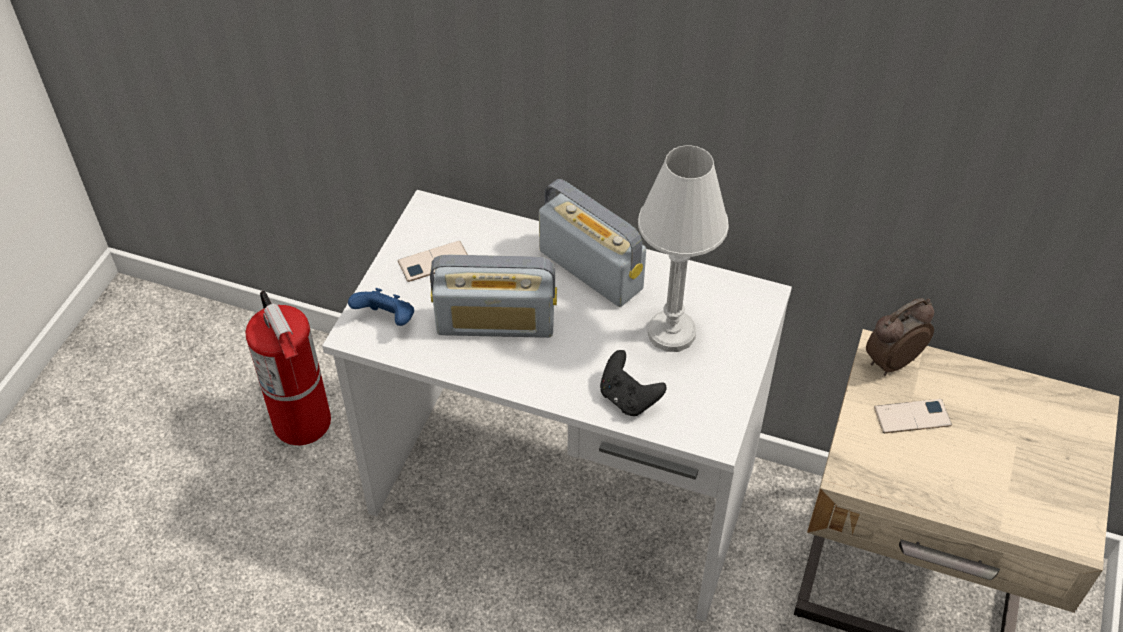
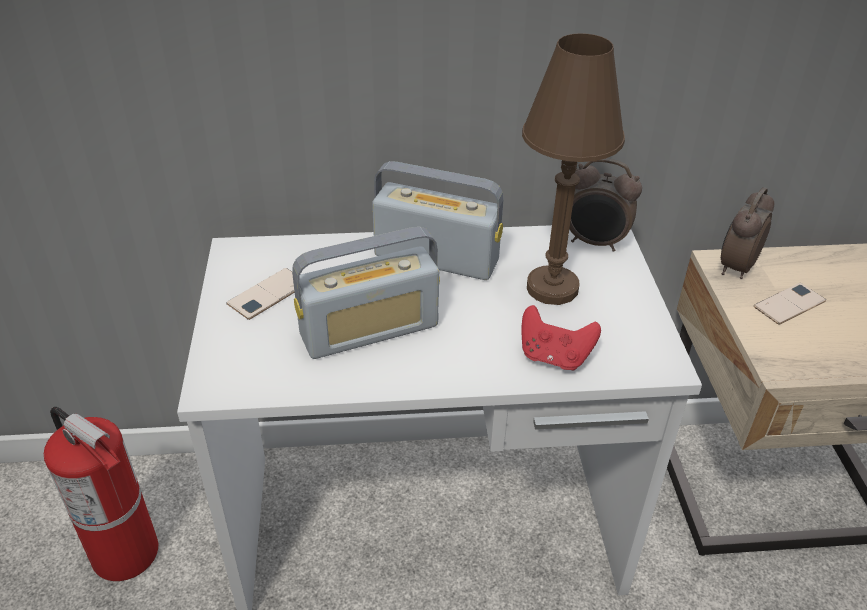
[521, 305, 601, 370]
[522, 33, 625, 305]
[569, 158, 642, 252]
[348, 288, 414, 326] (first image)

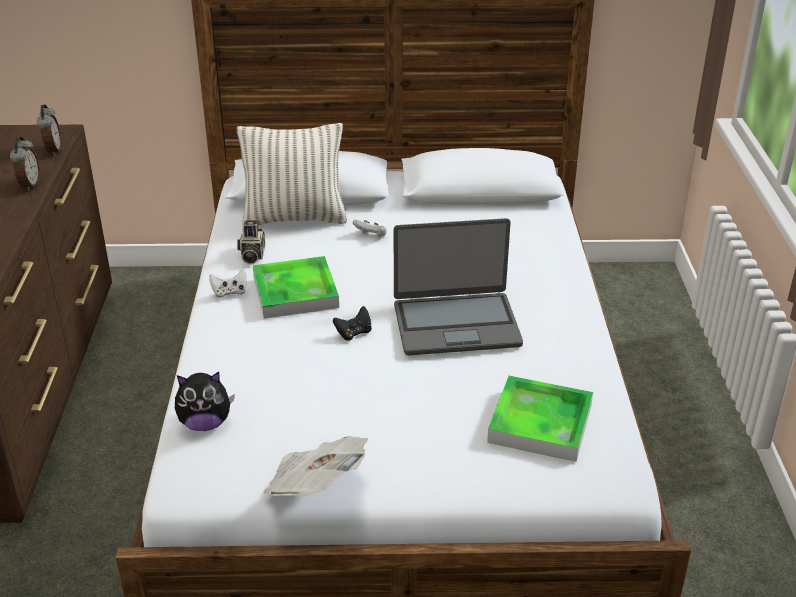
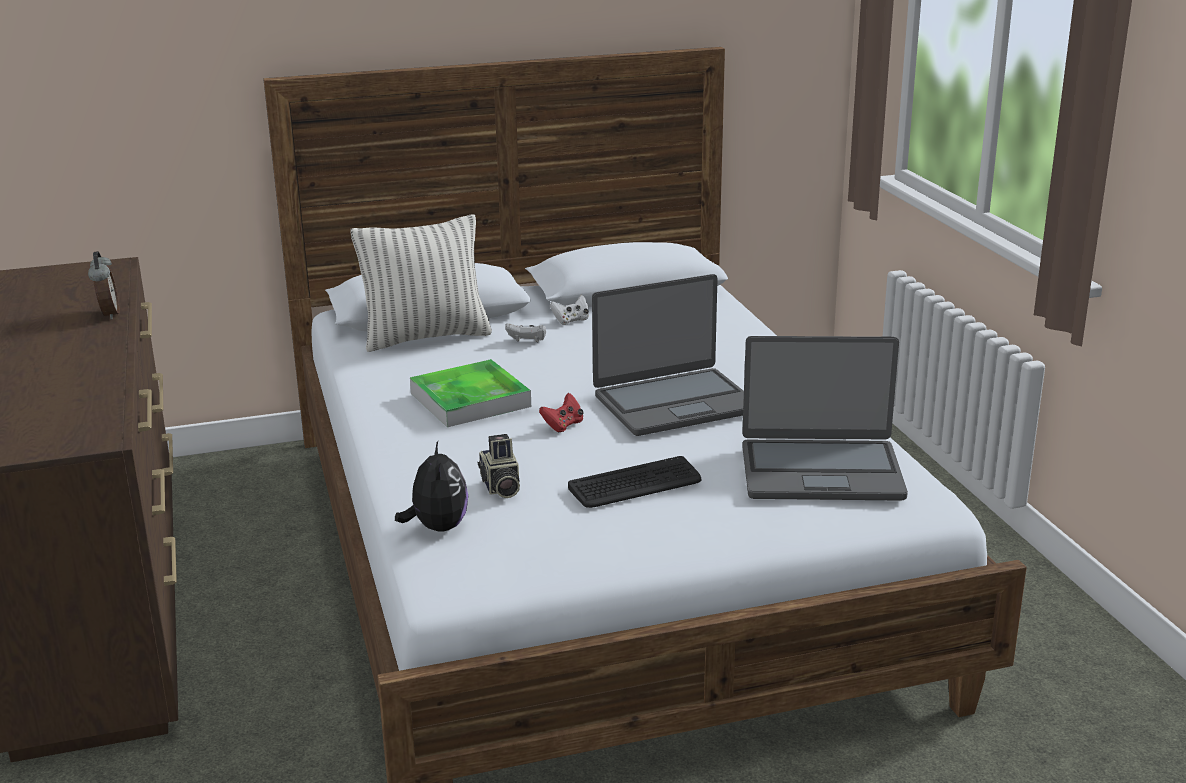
[395, 441, 468, 532]
[478, 434, 520, 498]
[539, 393, 583, 432]
[550, 295, 589, 325]
[568, 456, 702, 508]
[742, 336, 908, 501]
[37, 105, 62, 156] (first image)
[264, 436, 368, 497] (first image)

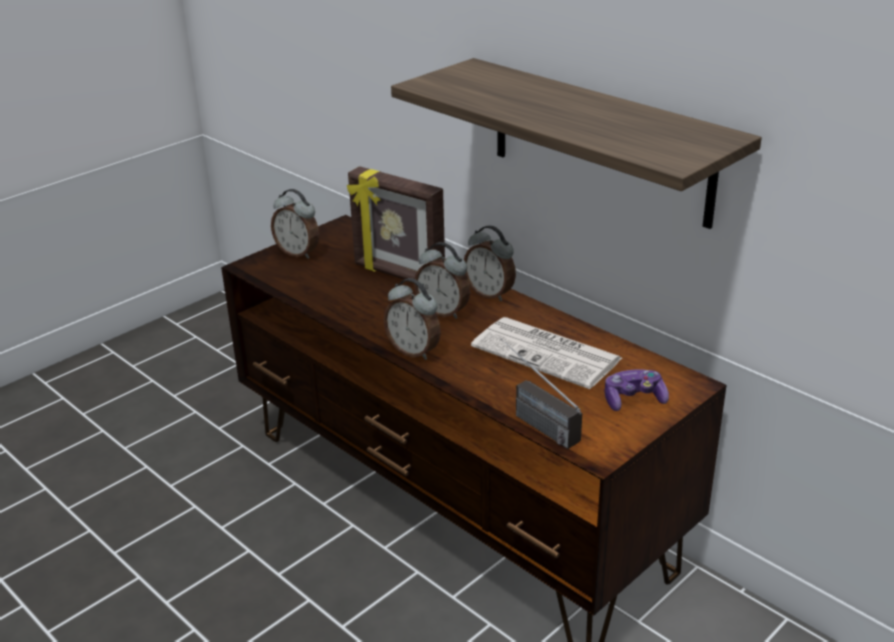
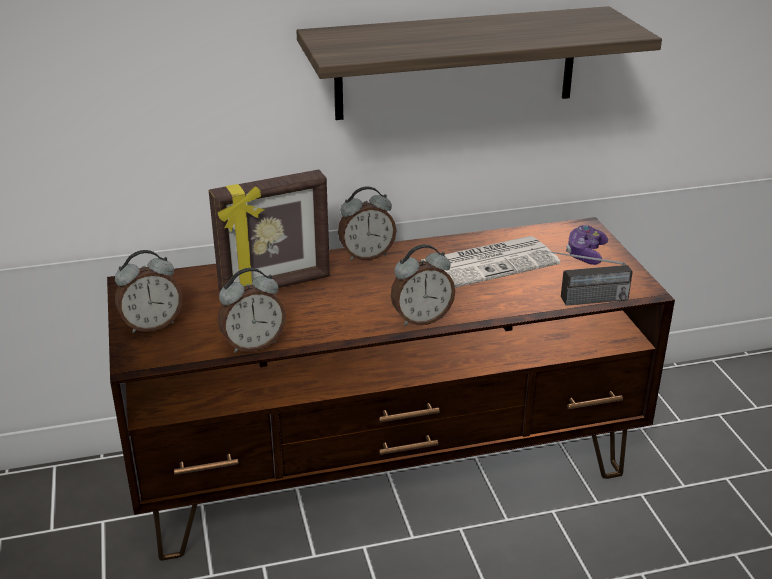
[218, 268, 286, 353]

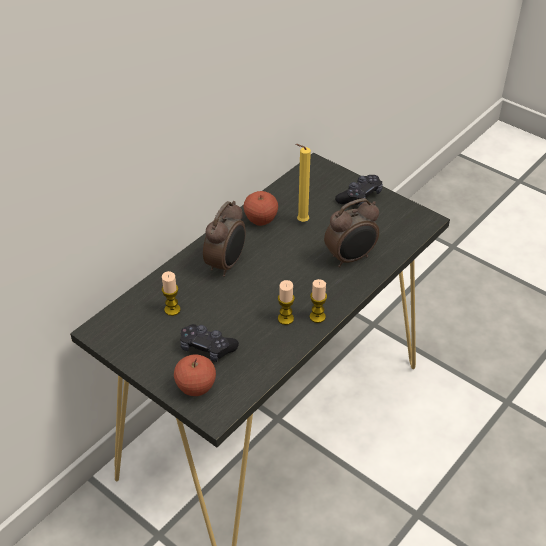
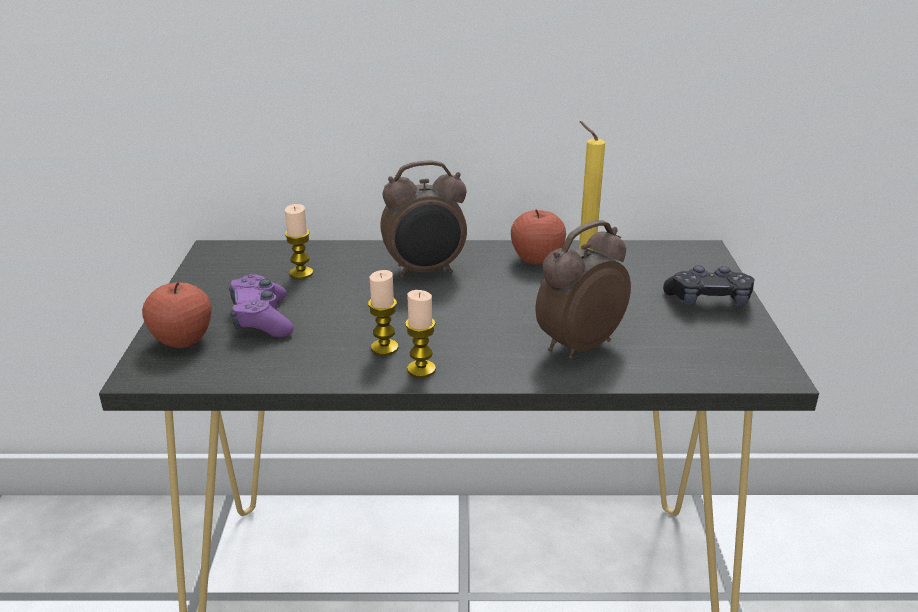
[229, 274, 294, 337]
[535, 220, 631, 359]

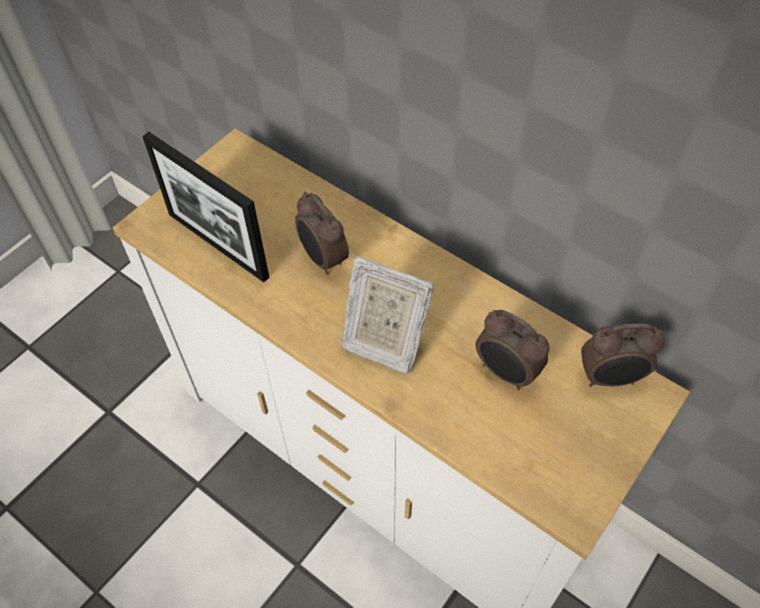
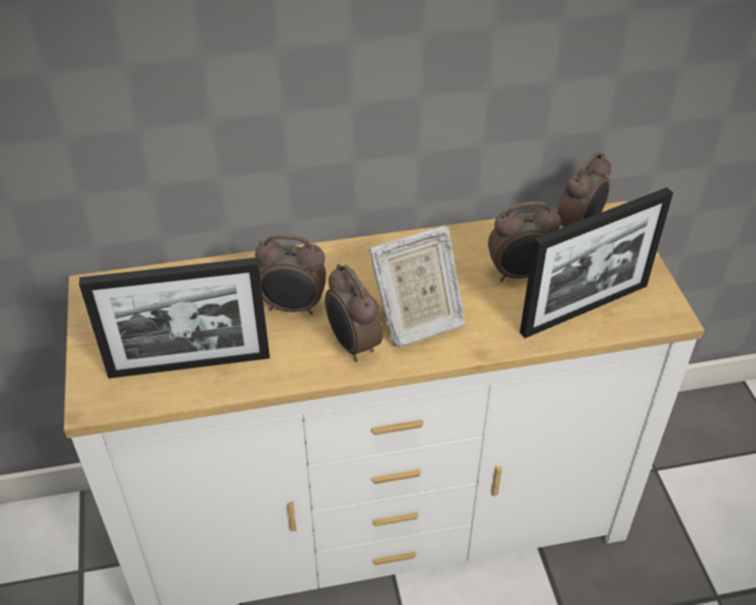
[325, 264, 383, 362]
[520, 187, 673, 338]

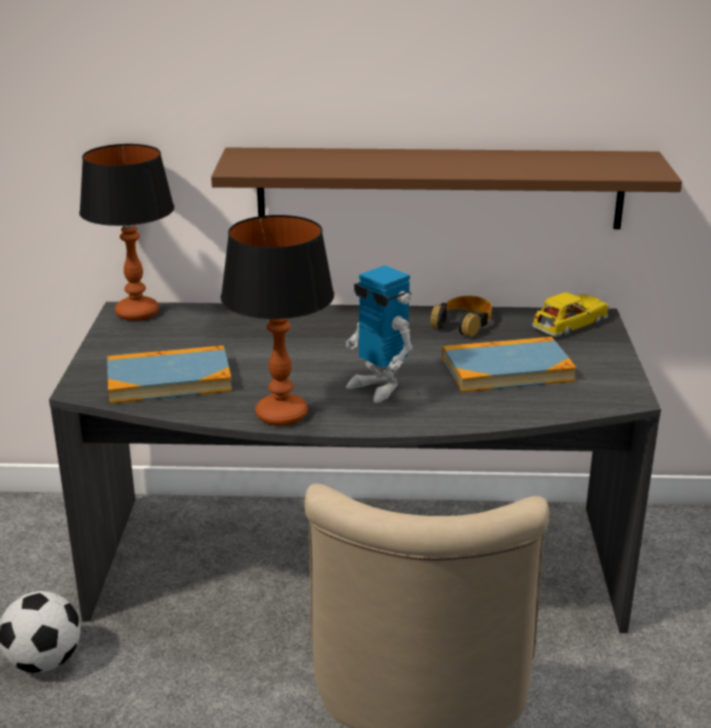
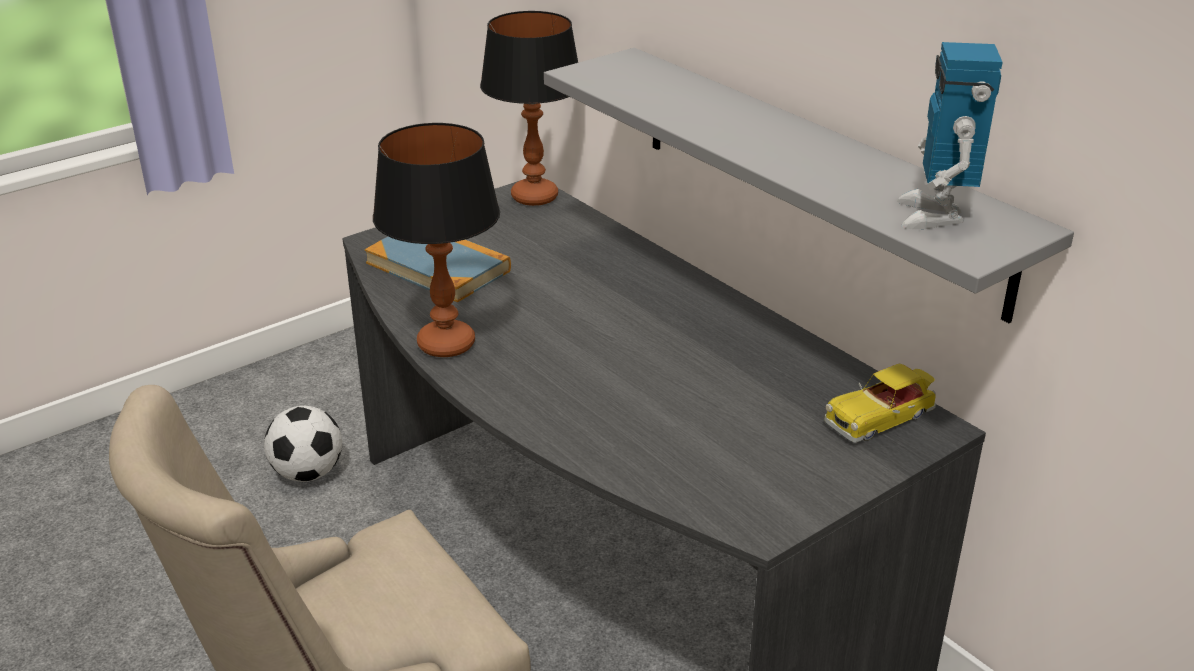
[544, 48, 1074, 323]
[824, 364, 936, 443]
[897, 42, 1003, 229]
[430, 296, 492, 337] (first image)
[442, 337, 577, 392] (first image)

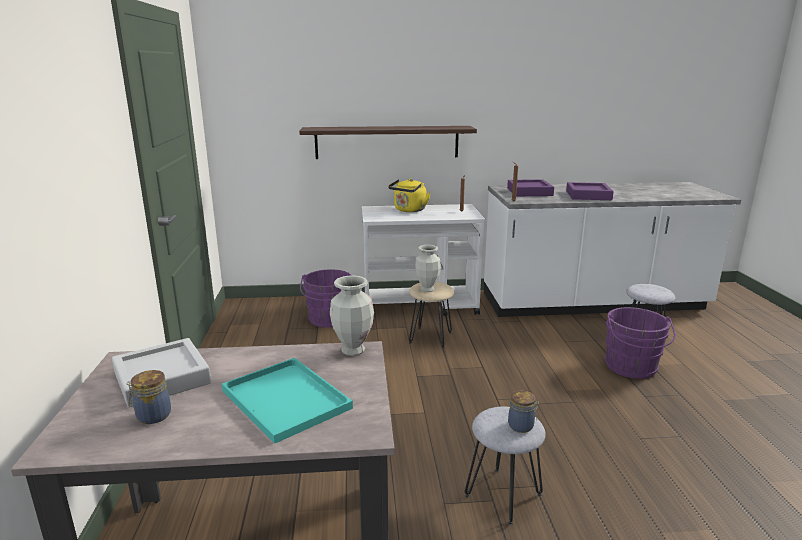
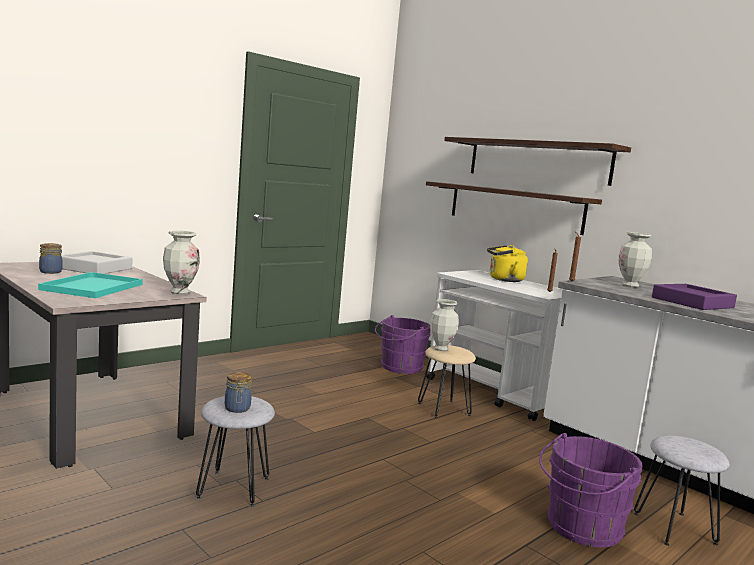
[444, 137, 631, 186]
[619, 232, 652, 287]

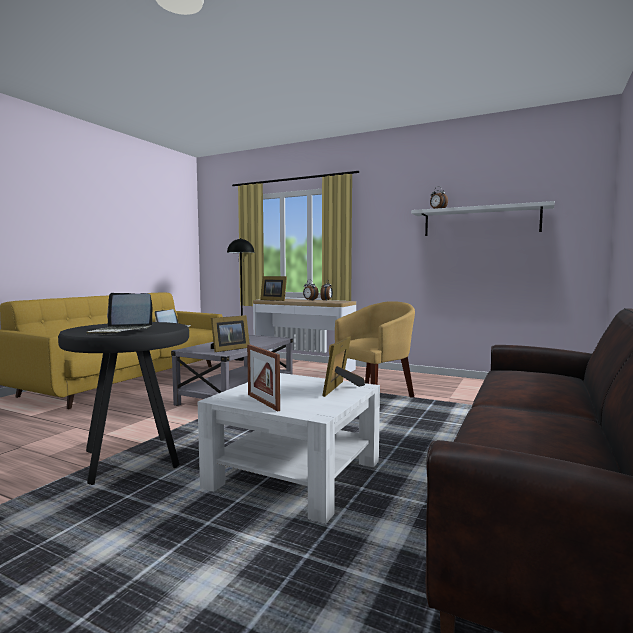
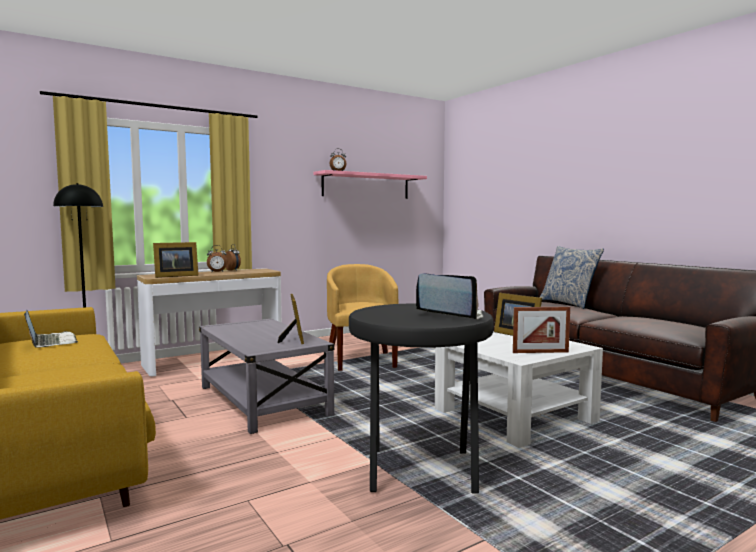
[314, 170, 427, 199]
[416, 274, 483, 320]
[540, 246, 604, 309]

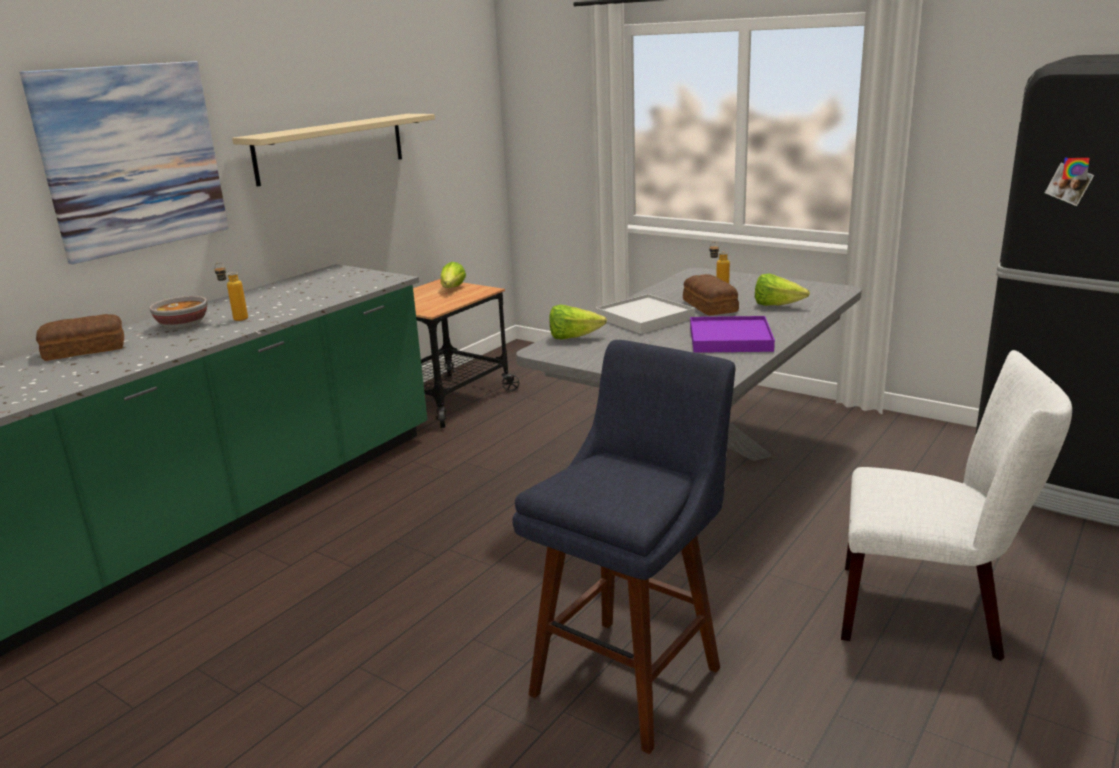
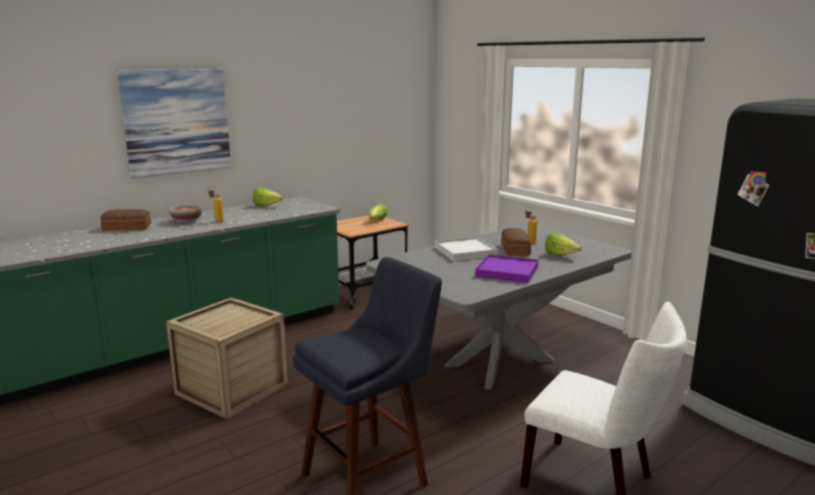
[166, 297, 288, 420]
[253, 187, 283, 206]
[232, 114, 435, 187] (first image)

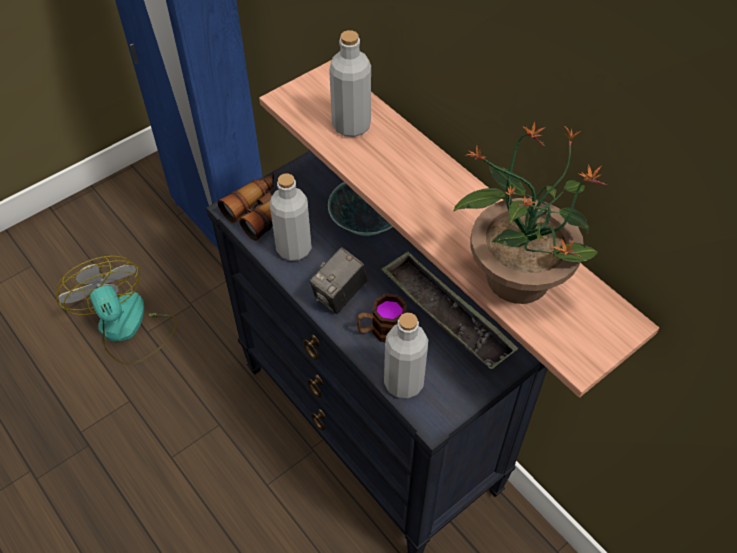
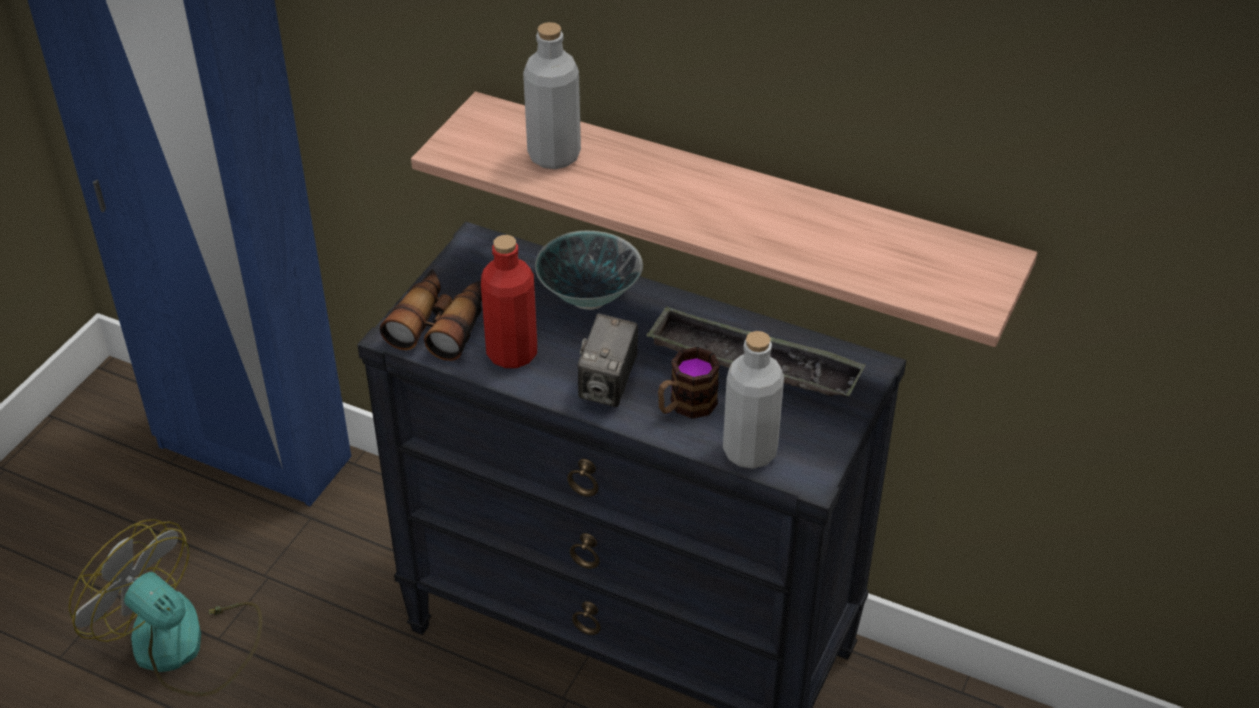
[481, 235, 537, 368]
[453, 121, 609, 304] (first image)

